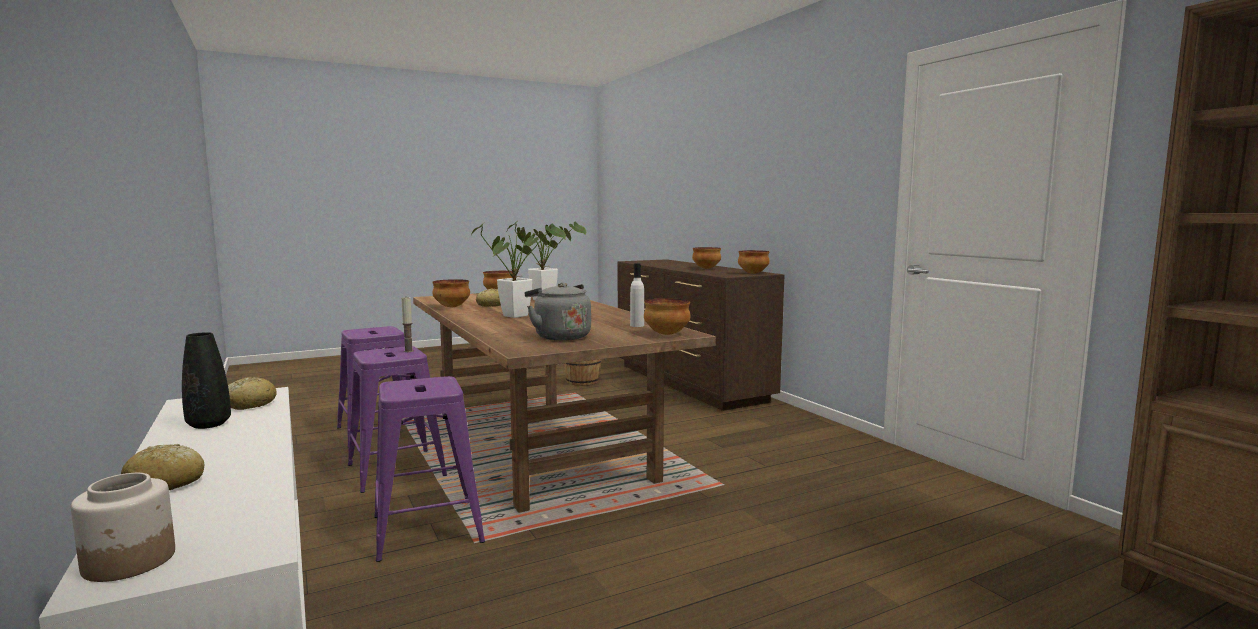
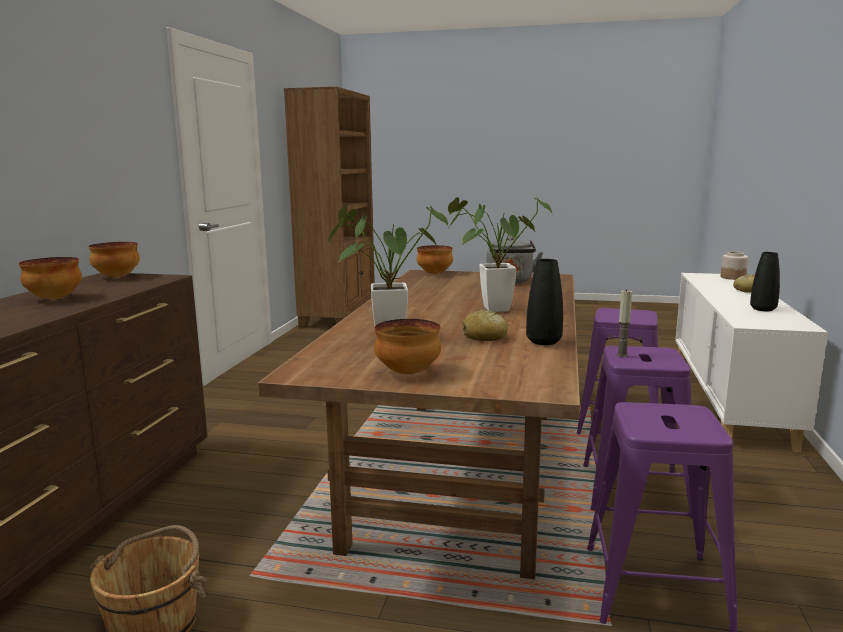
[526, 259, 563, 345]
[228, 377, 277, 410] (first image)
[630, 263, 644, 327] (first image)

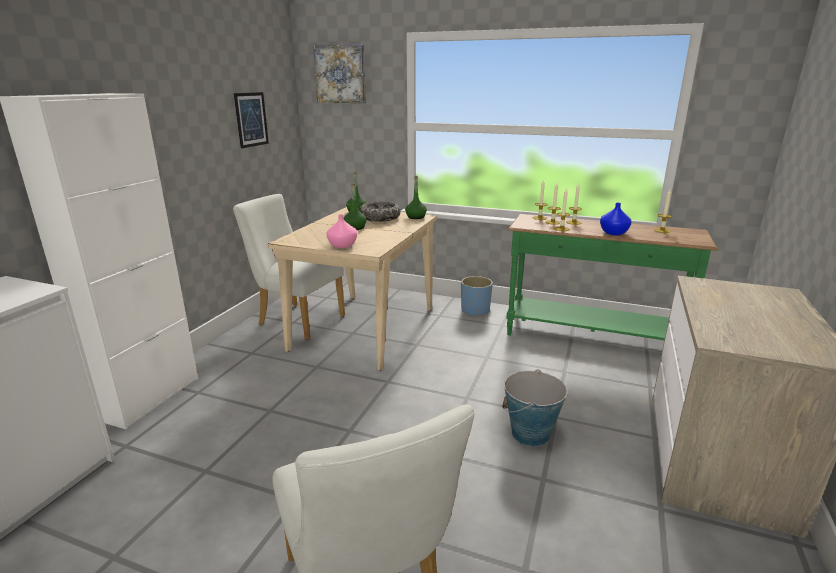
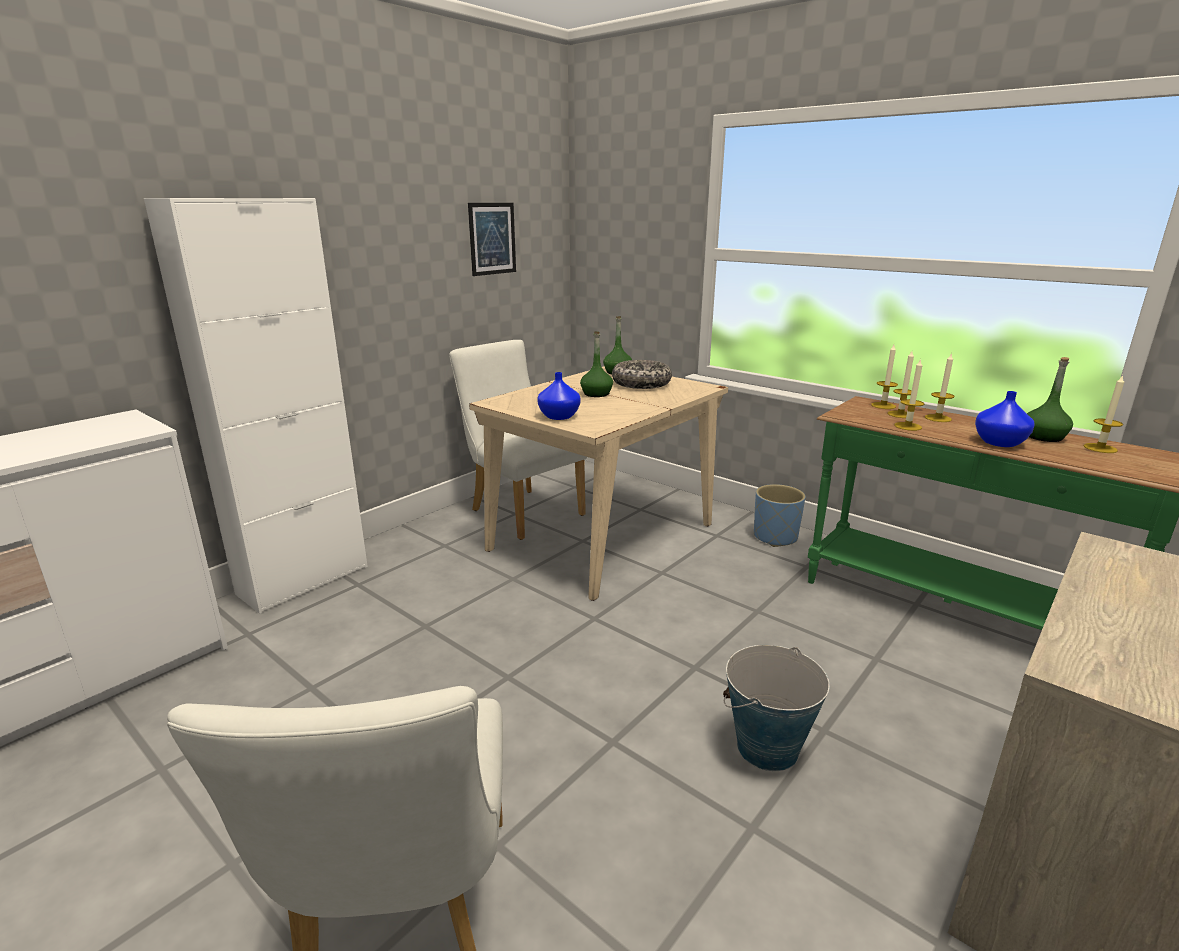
[537, 372, 580, 420]
[1027, 357, 1073, 442]
[313, 44, 366, 103] (first image)

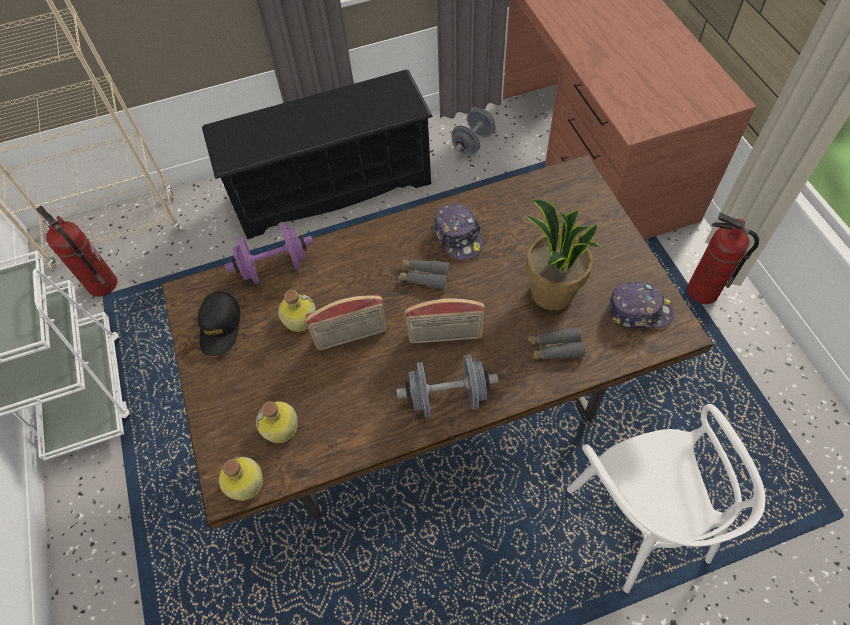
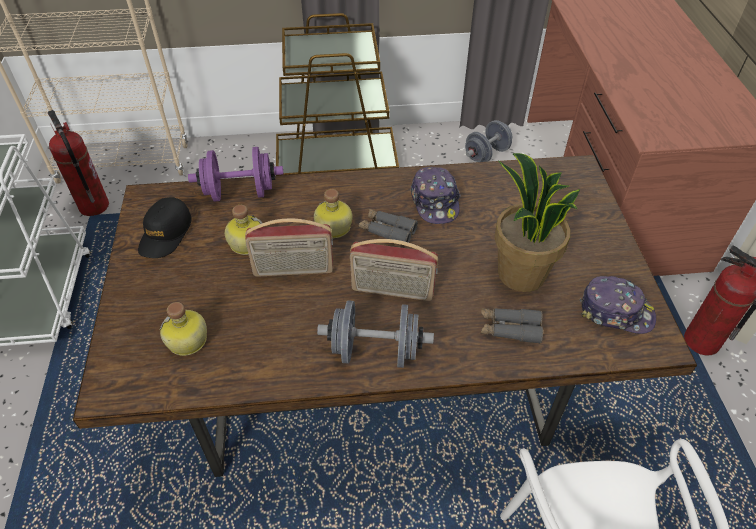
[276, 13, 399, 175]
[314, 189, 352, 238]

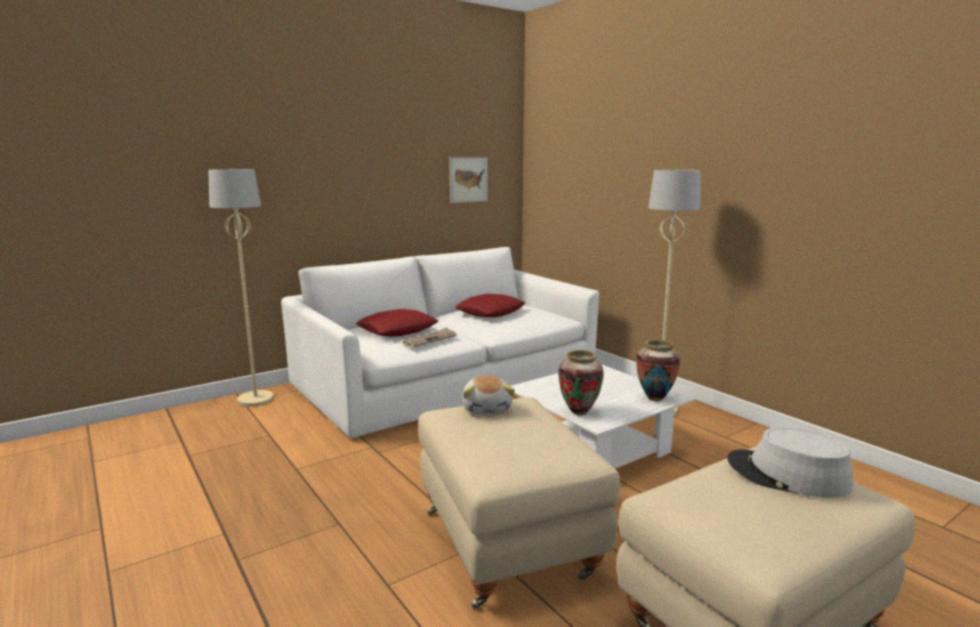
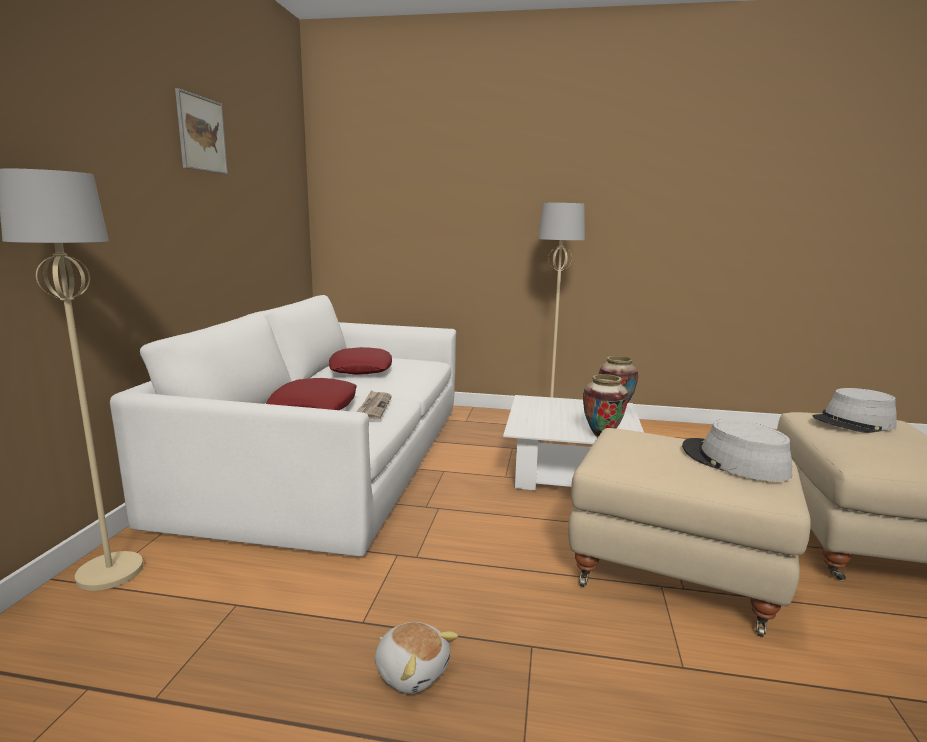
[175, 88, 228, 174]
[375, 622, 458, 694]
[682, 419, 792, 481]

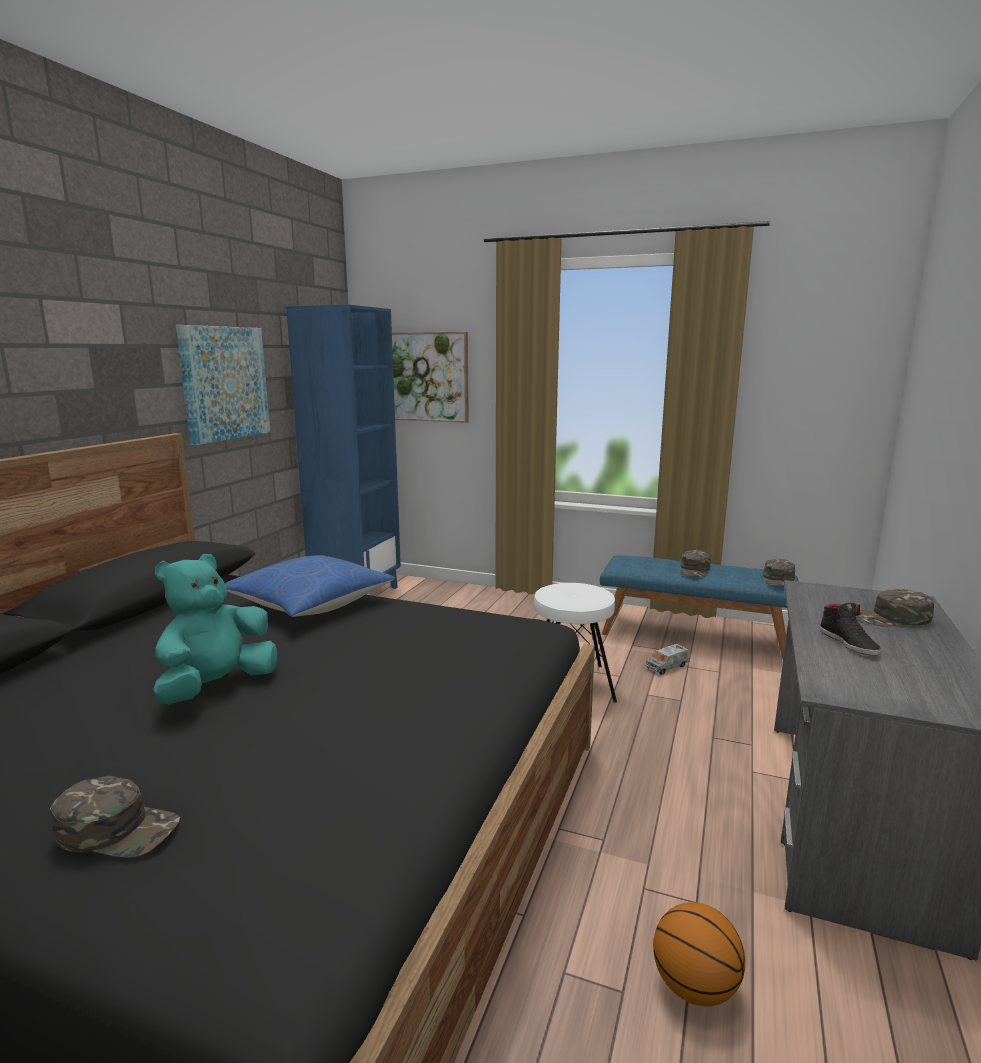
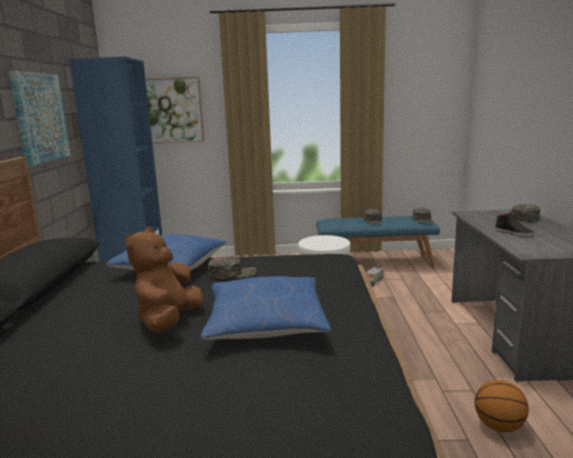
[125, 227, 204, 332]
[201, 276, 331, 340]
[208, 256, 256, 279]

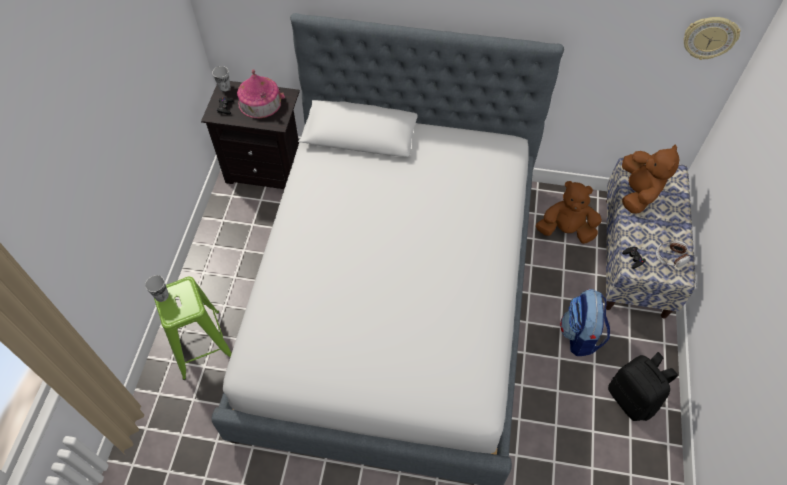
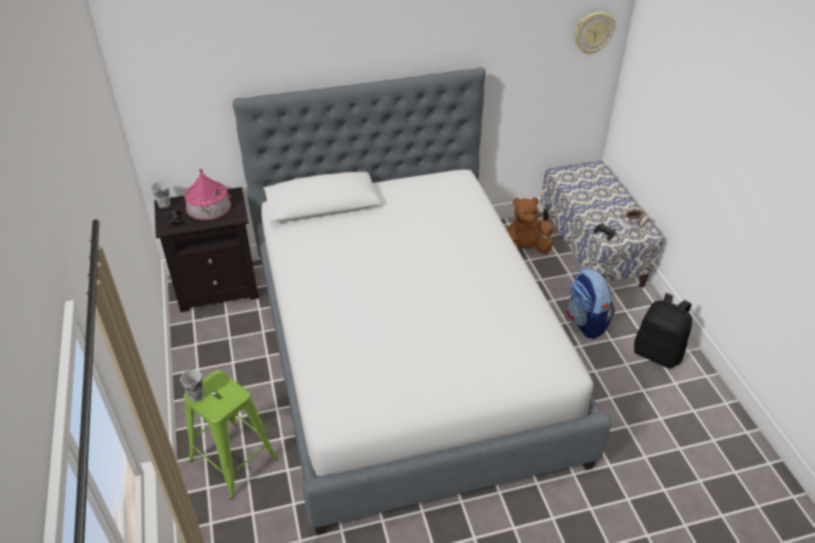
[622, 144, 680, 213] (first image)

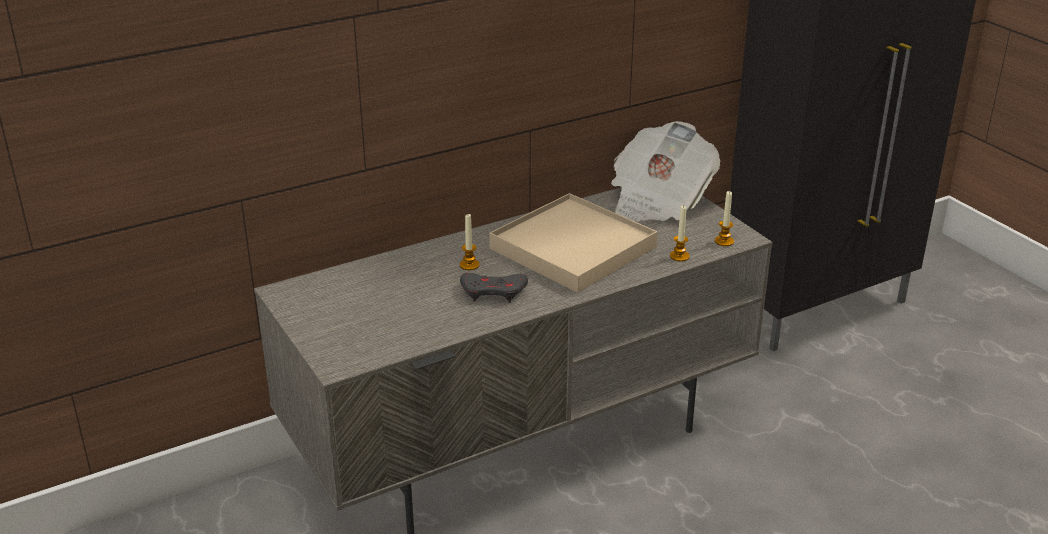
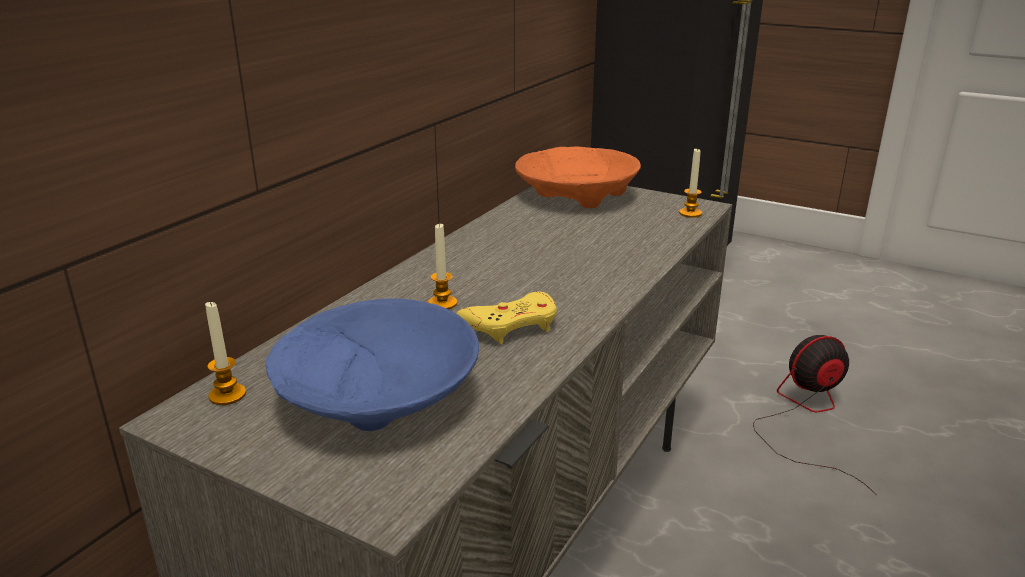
[205, 301, 246, 405]
[265, 298, 479, 431]
[456, 292, 557, 344]
[515, 147, 641, 209]
[753, 335, 877, 495]
[489, 193, 658, 293] (first image)

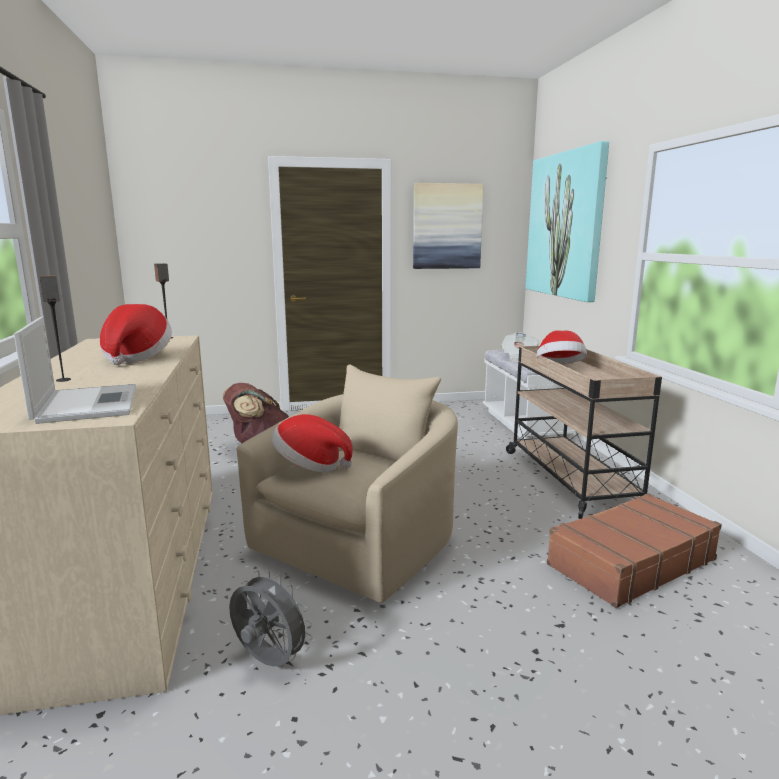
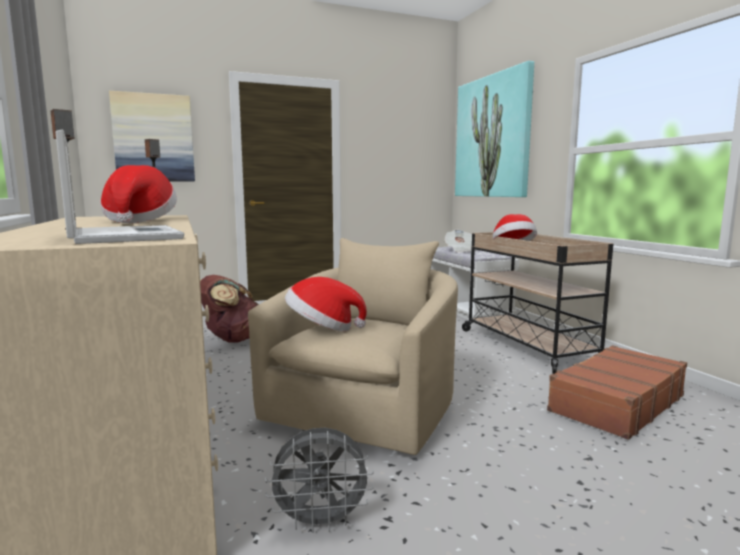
[109, 91, 195, 182]
[265, 428, 374, 533]

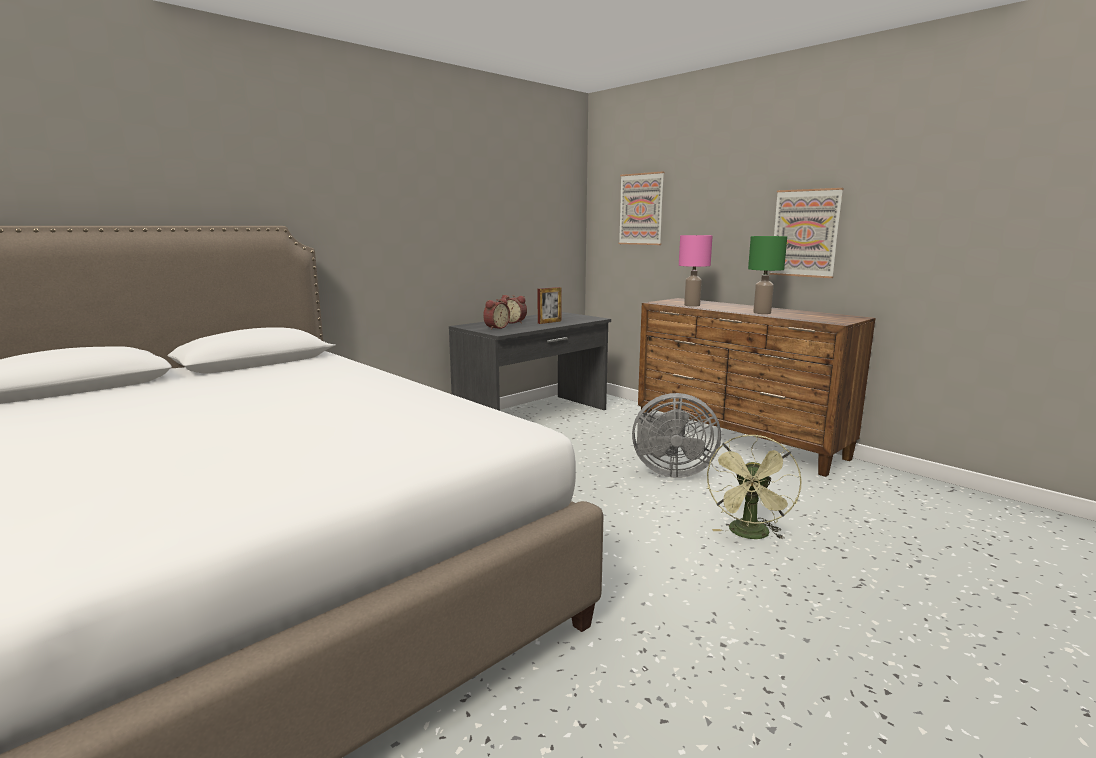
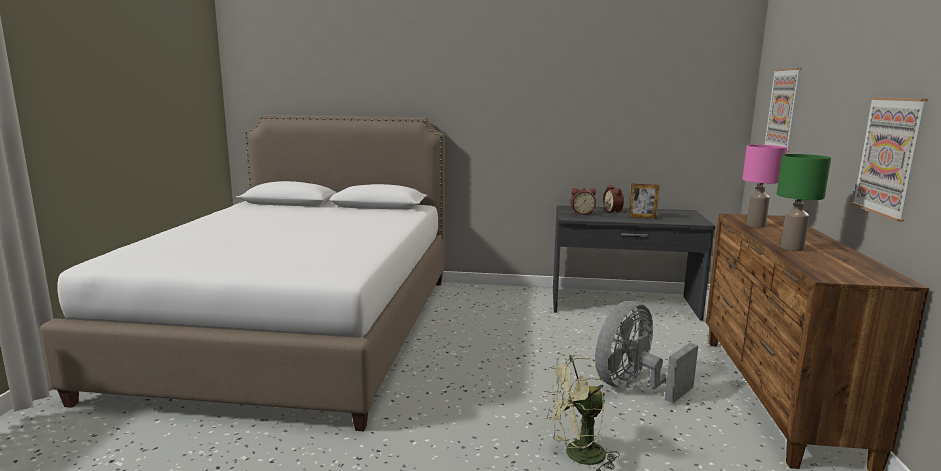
[595, 301, 698, 403]

